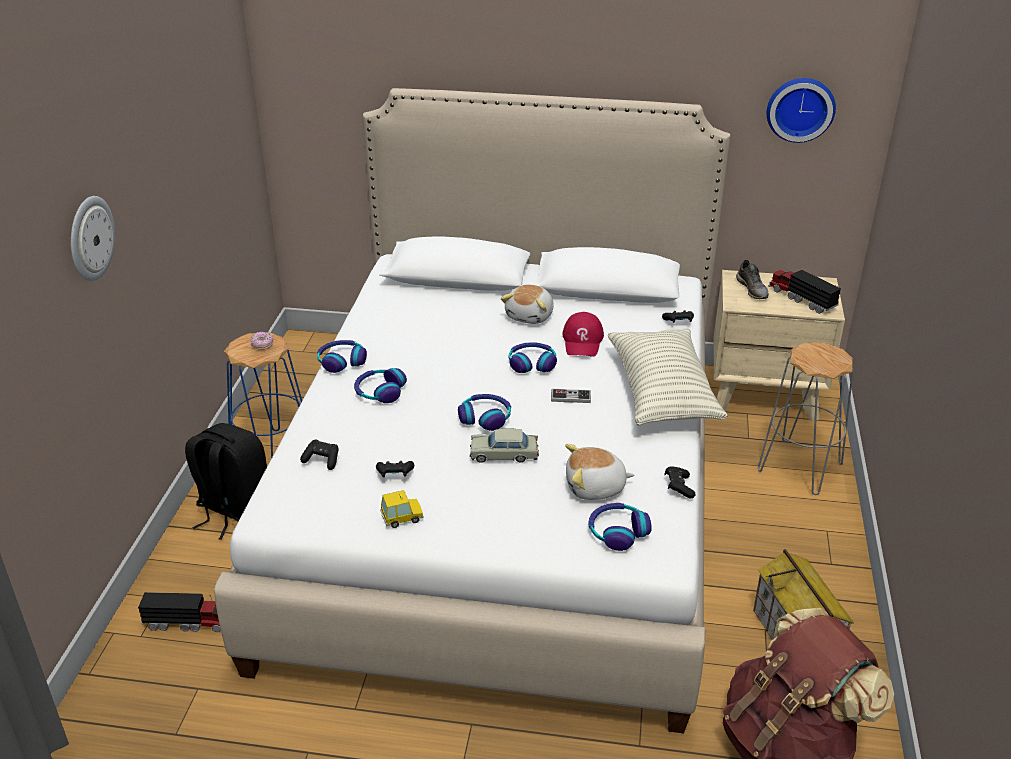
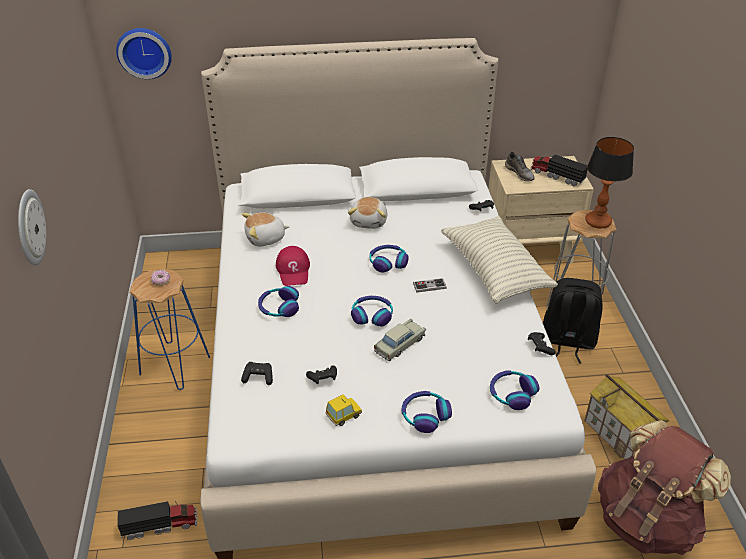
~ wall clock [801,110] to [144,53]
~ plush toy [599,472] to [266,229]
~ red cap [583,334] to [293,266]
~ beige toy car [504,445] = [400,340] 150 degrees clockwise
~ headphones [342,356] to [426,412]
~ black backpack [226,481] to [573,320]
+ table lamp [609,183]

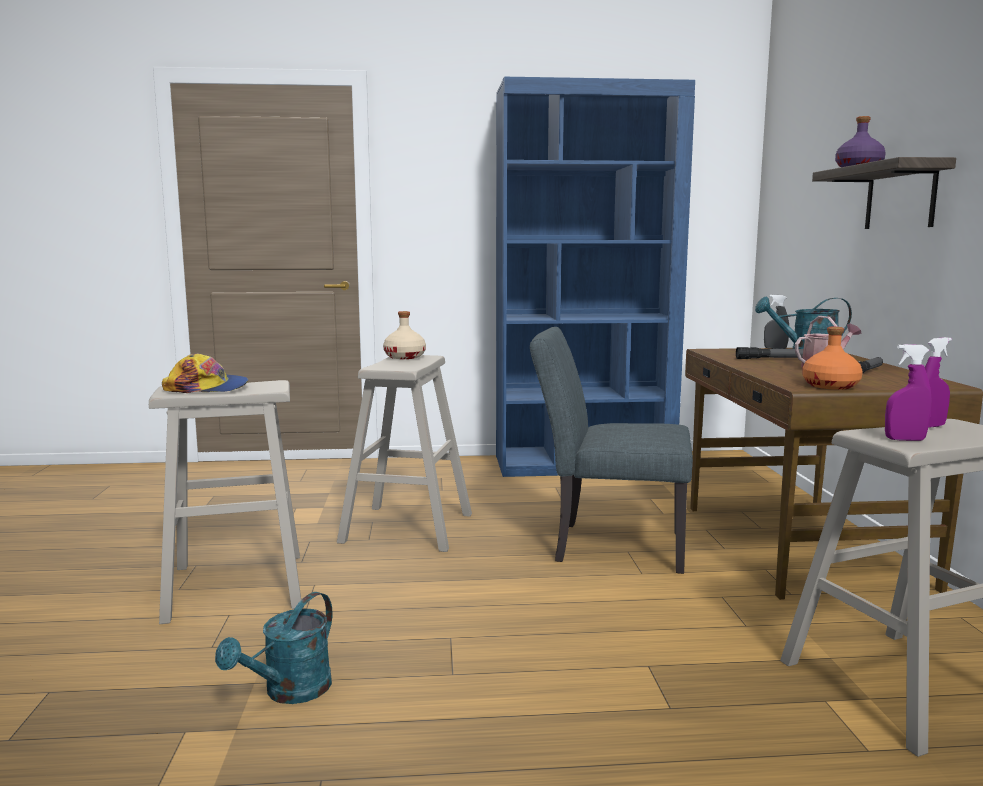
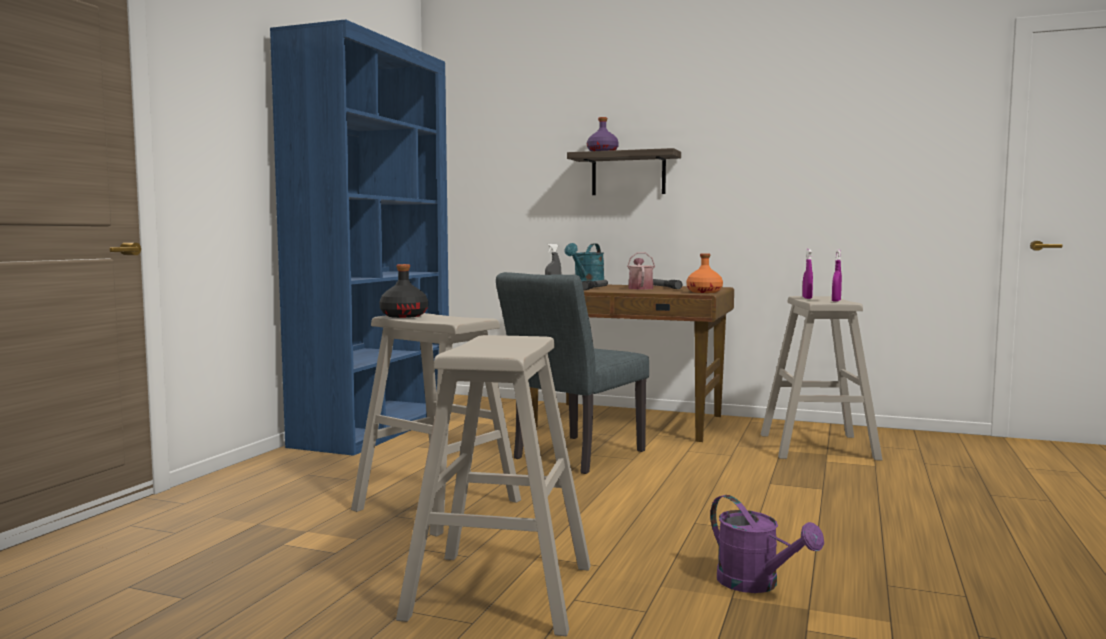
~ beige bottle [404,335] to black bottle [404,291]
~ turquoise watering can [273,648] to purple watering can [767,544]
- cap [205,373]

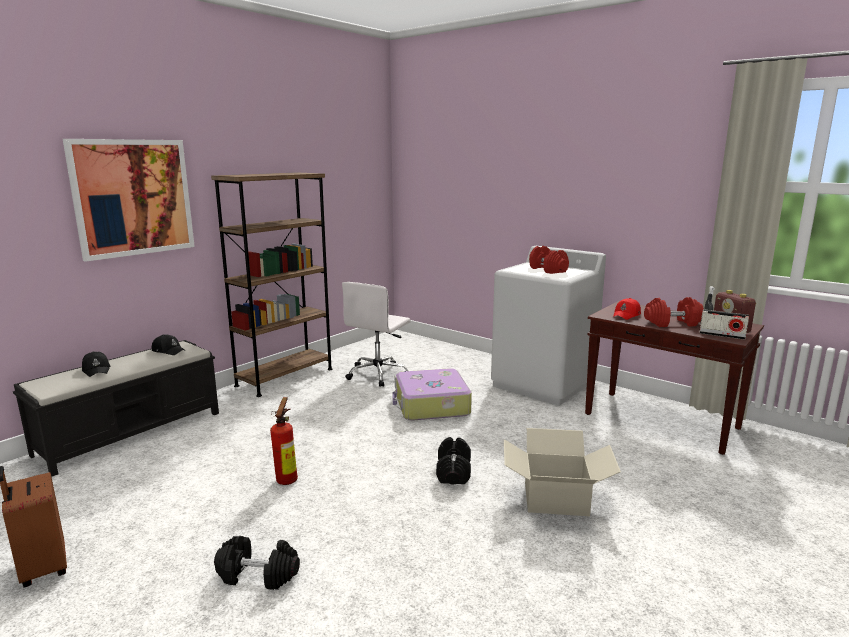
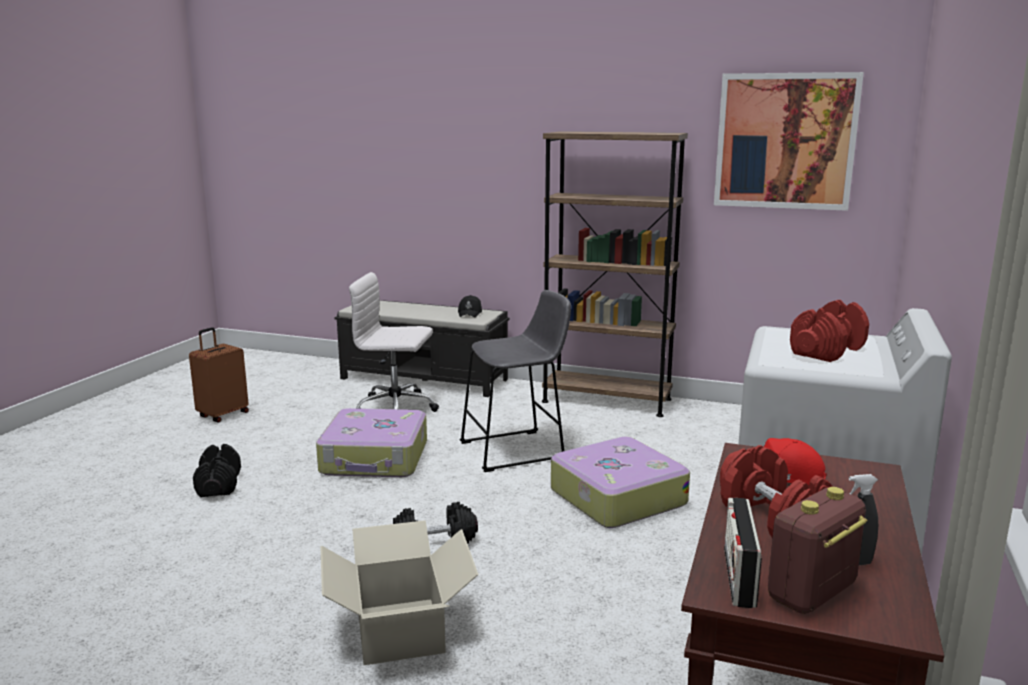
~ fire extinguisher [284,441] to suitcase [371,442]
~ white office chair [376,334] to [394,342]
+ grey stool [515,381]
~ picture [129,200] to [789,141]
- black cap [96,364]

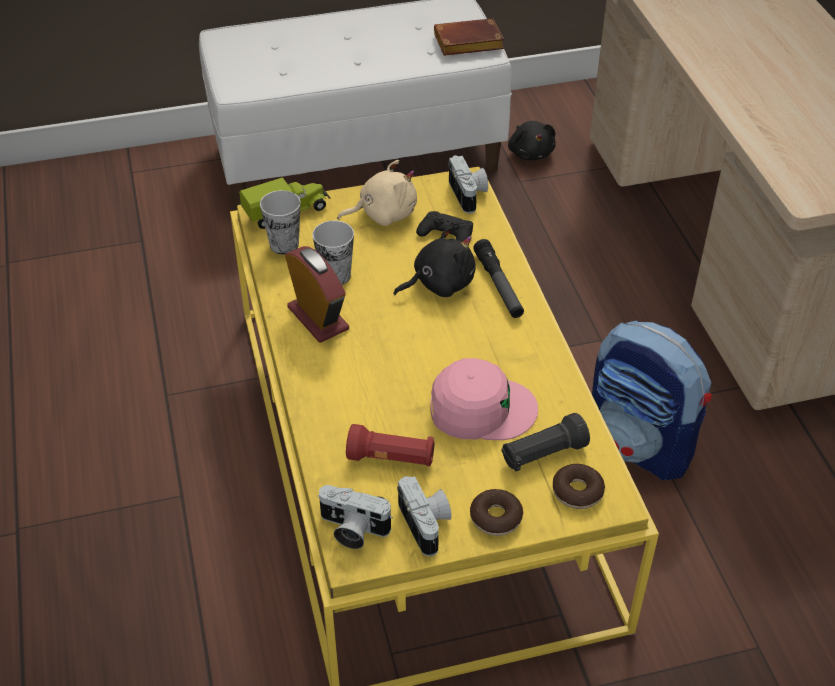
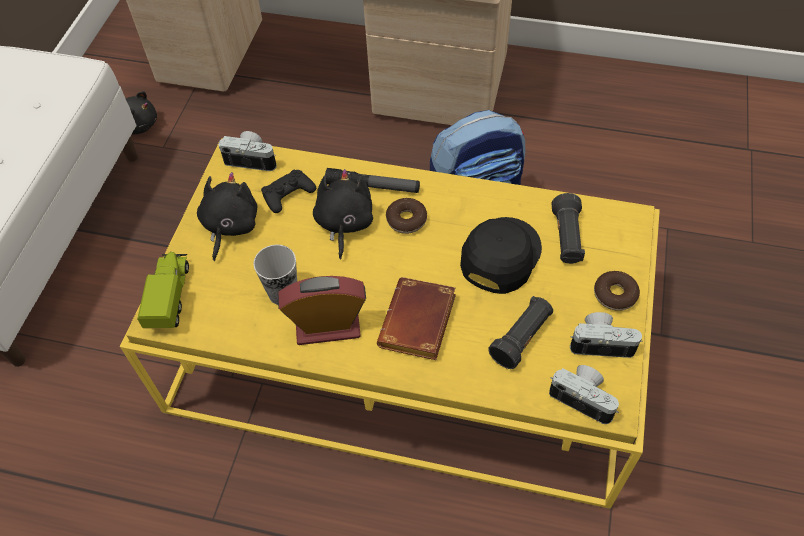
~ beige plush toy [377,193] to black plush toy [227,216]
~ brown book [469,37] to [416,318]
~ donut [579,486] to [406,216]
~ pink cap [484,399] to black cap [501,255]
~ red flashlight [390,445] to black flashlight [520,332]
~ photo camera [355,517] = [584,394] 105 degrees counterclockwise
- cup [280,222]

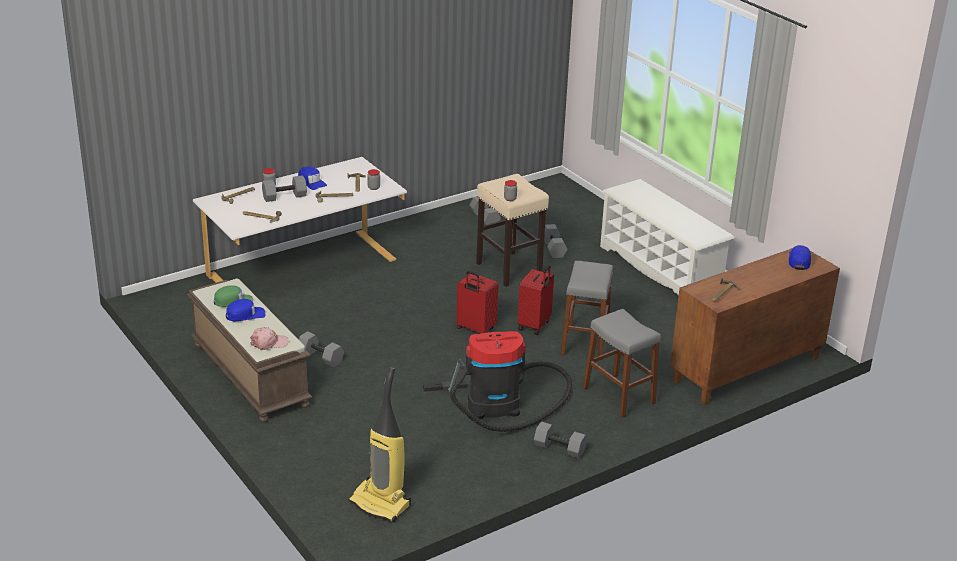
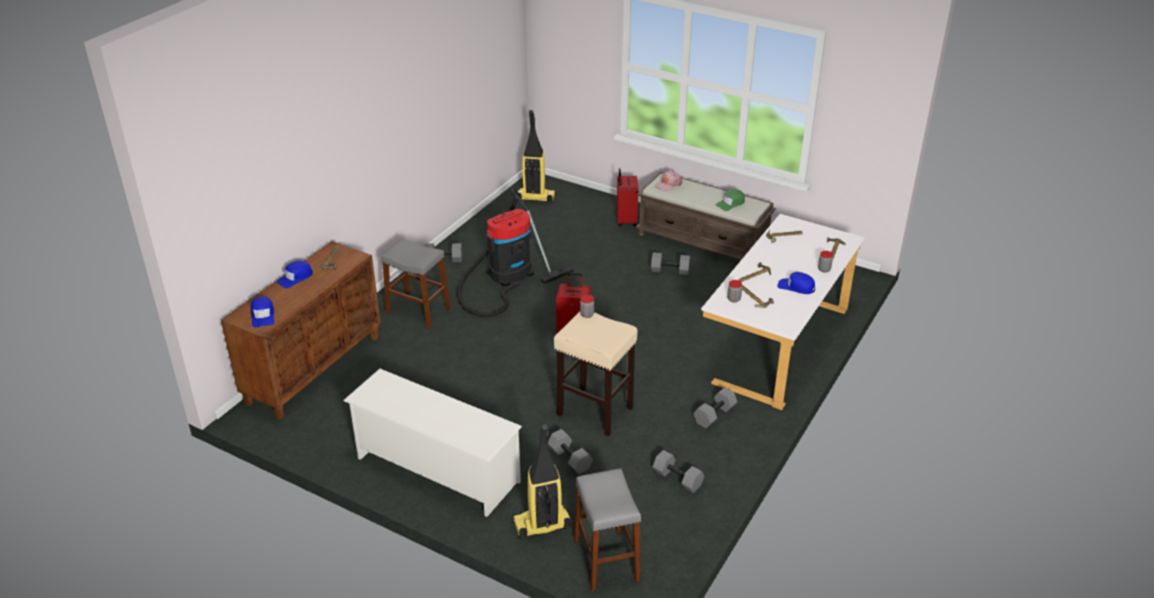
~ blue cap [245,310] to [294,274]
+ vacuum cleaner [541,482]
~ grey stool [587,310] to [607,530]
~ red suitcase [536,300] to [627,197]
~ grey dumbbell [284,188] to [715,407]

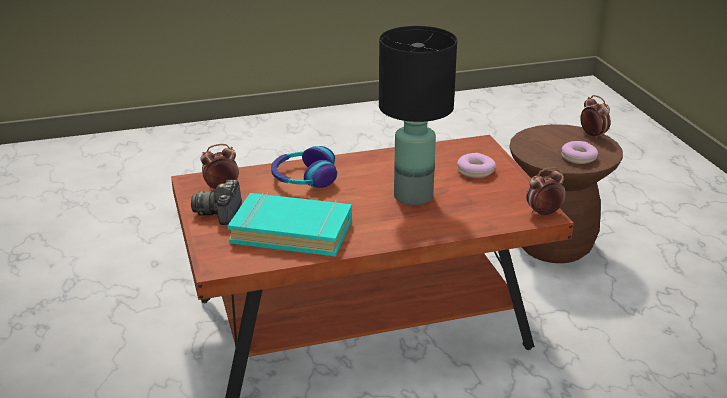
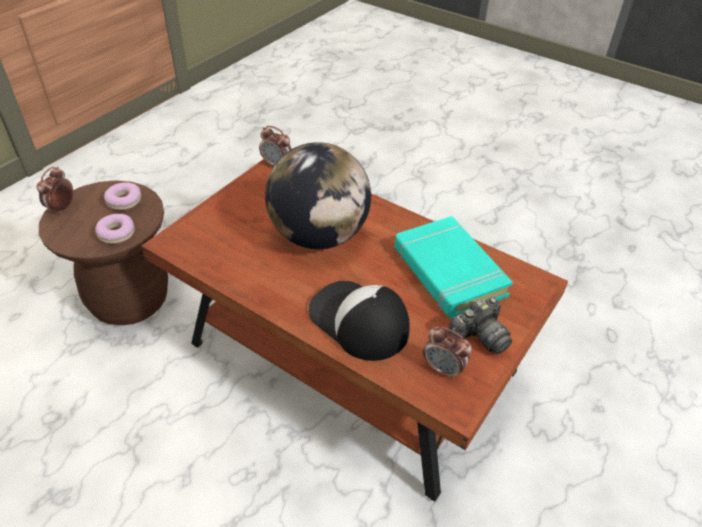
~ donut [476,165] to [115,229]
~ black table lamp [418,115] to globe [318,195]
~ headphones [304,167] to cap [359,321]

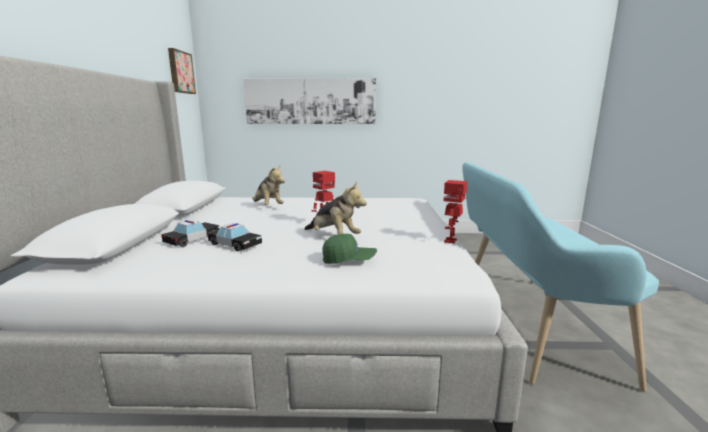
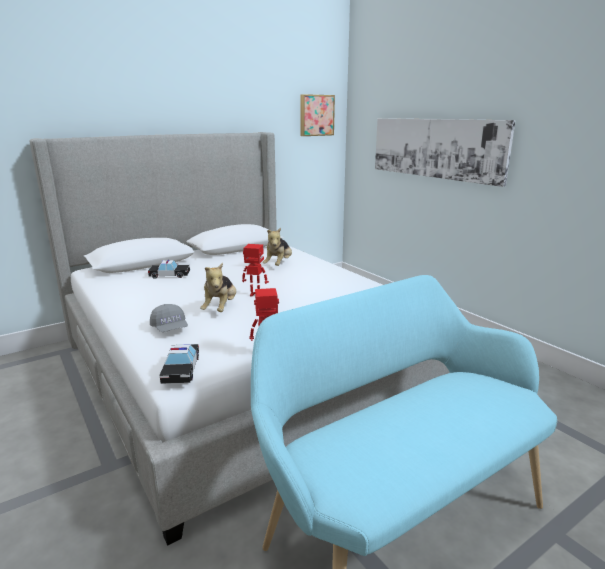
~ green cap [349,249] to grey cap [169,318]
~ toy car [235,237] to [179,364]

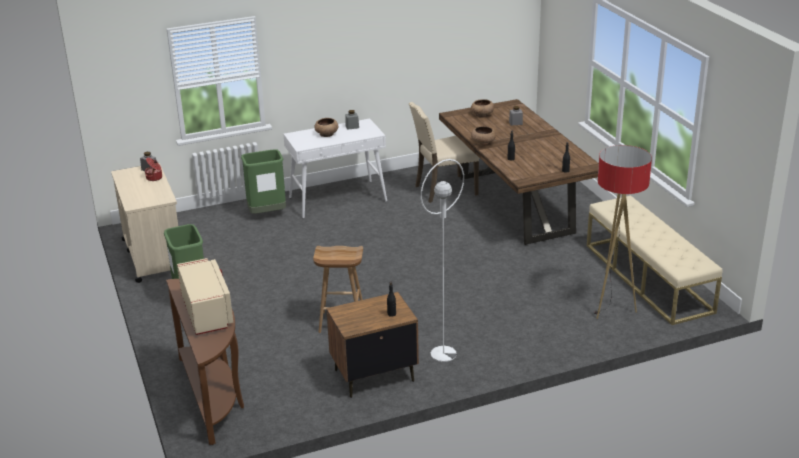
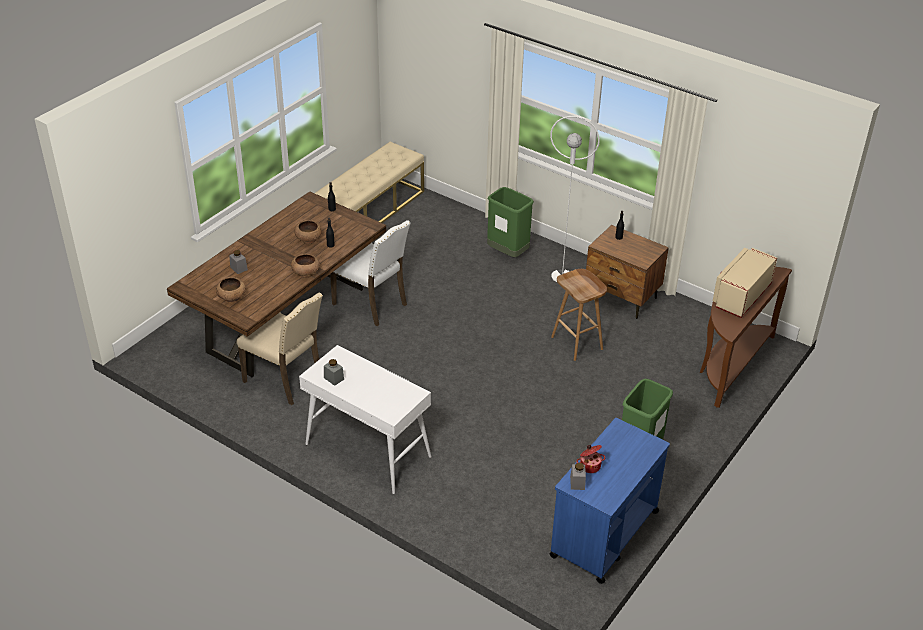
~ brown bowl [326,127] to [308,232]
+ white chair [370,273]
~ green trash can [263,181] to [510,222]
~ beige cart [144,223] to blue cart [610,501]
- floor lamp [623,232]

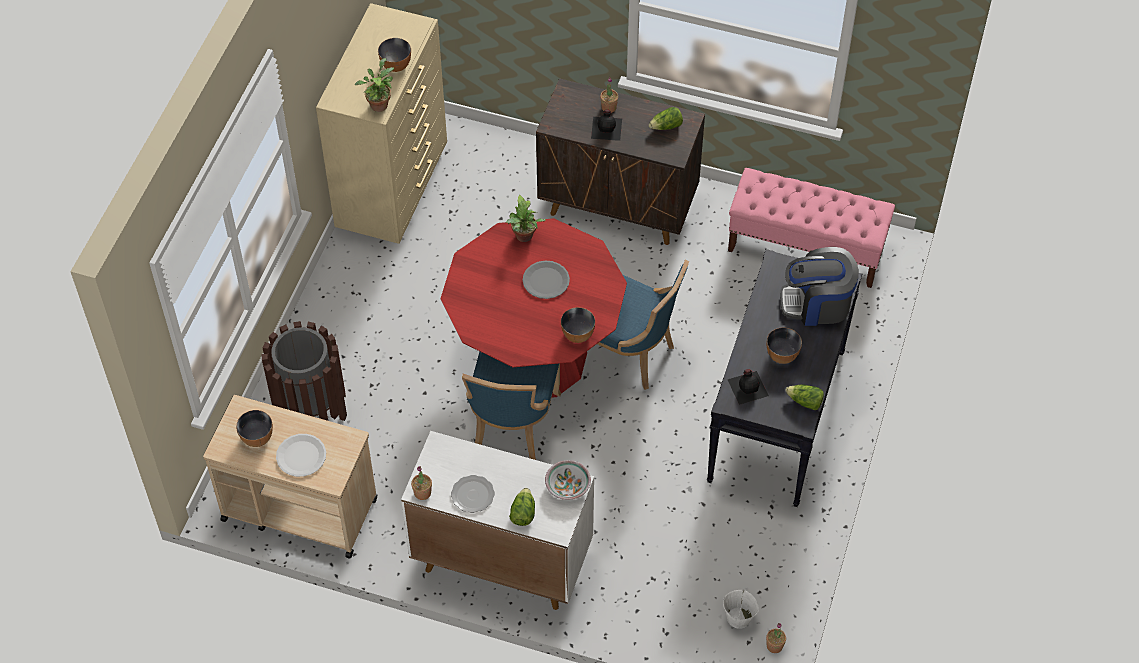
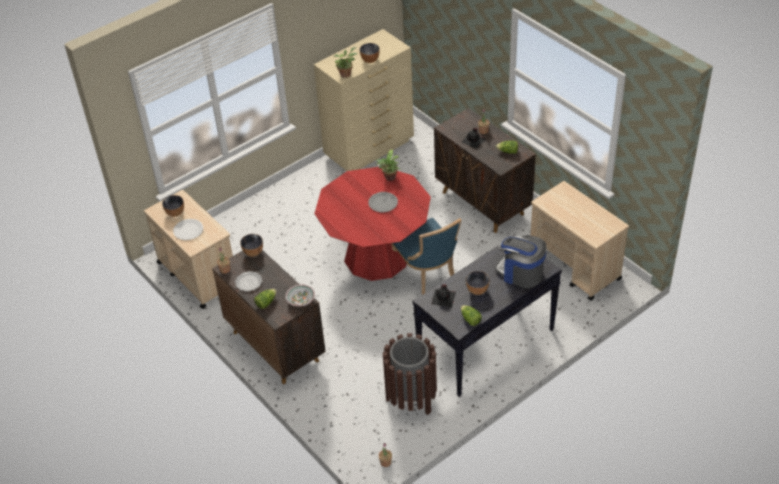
~ white cabinet [497,520] to brown cabinet [269,317]
~ bowl [578,325] to [251,245]
~ brown trash can [304,371] to [410,374]
~ pink bench [811,228] to beige cart [579,241]
- blue chair [511,406]
- white bucket [741,609]

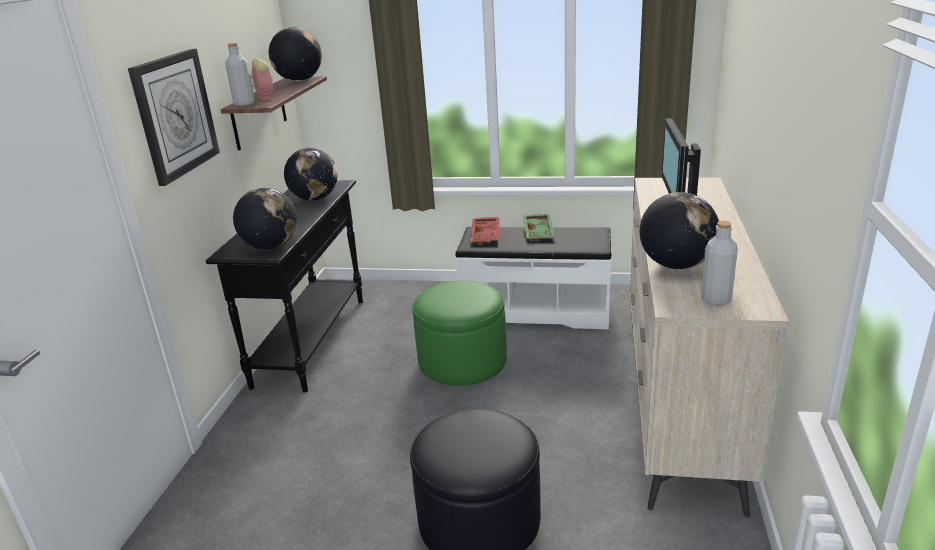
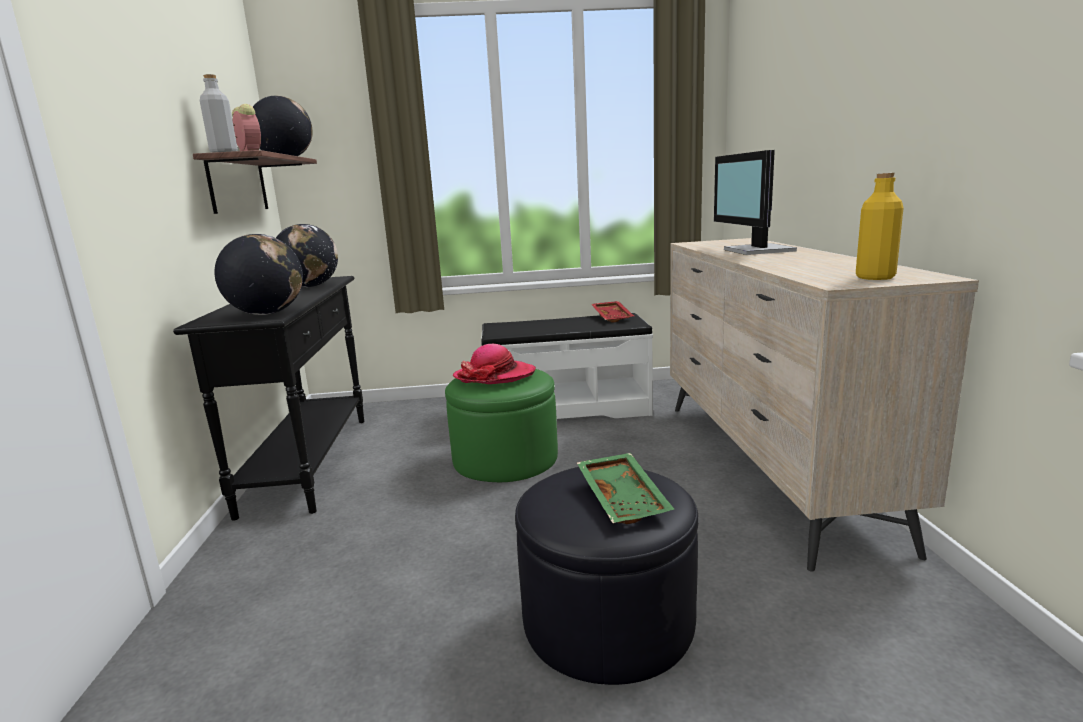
+ hat [494,364]
~ green tray [539,227] to [626,488]
~ red tray [485,230] to [612,312]
~ grey bottle [719,263] to yellow bottle [880,226]
- wall clock [174,117]
- globe [679,230]

